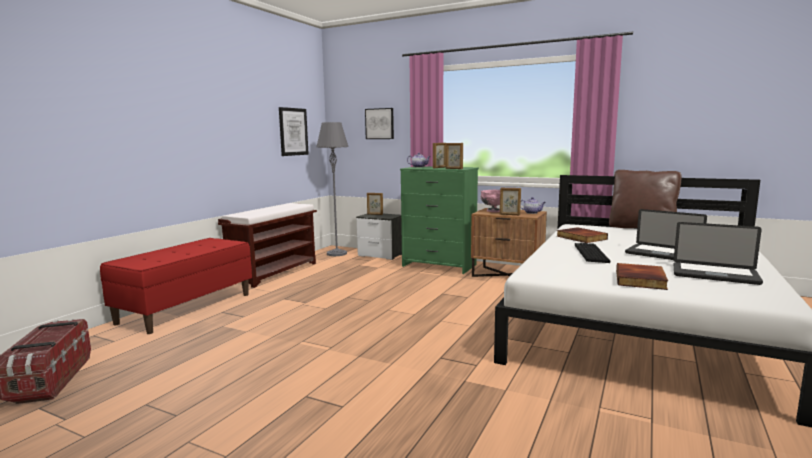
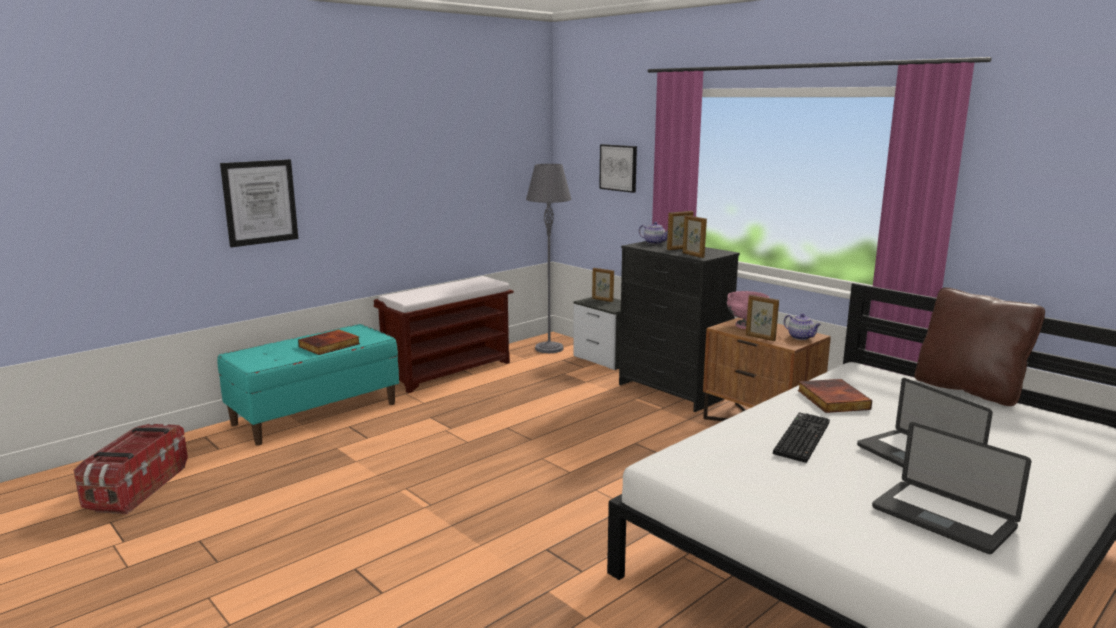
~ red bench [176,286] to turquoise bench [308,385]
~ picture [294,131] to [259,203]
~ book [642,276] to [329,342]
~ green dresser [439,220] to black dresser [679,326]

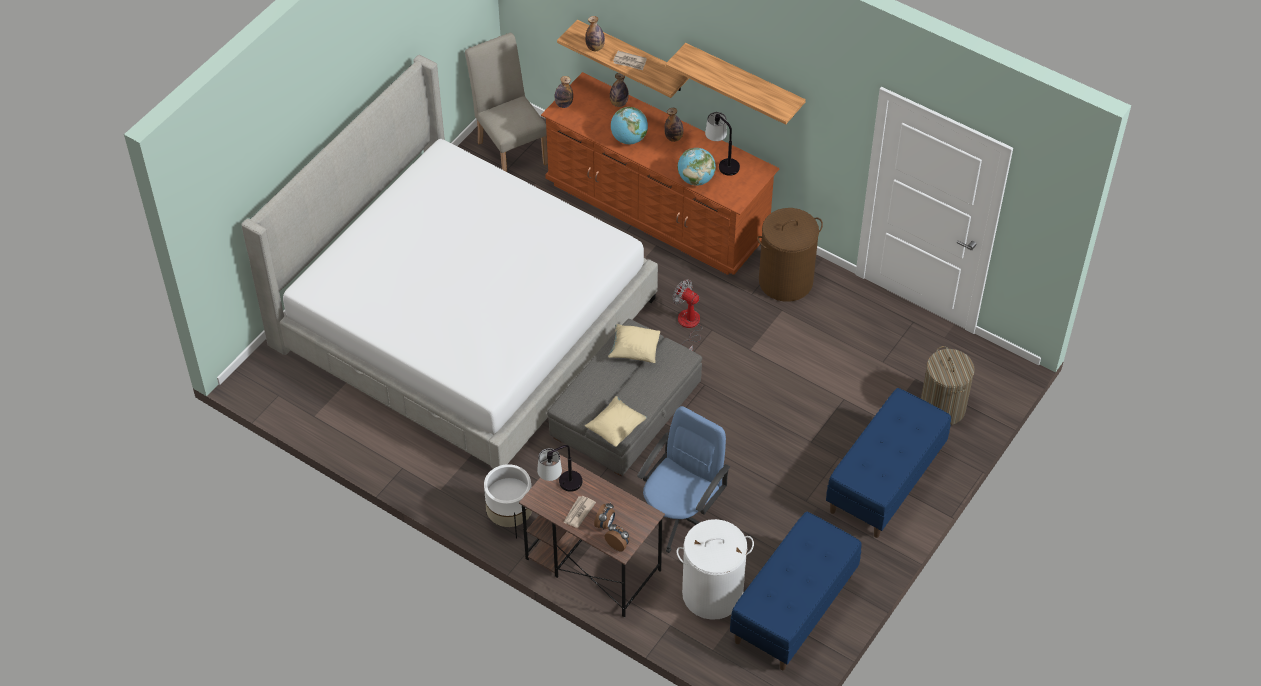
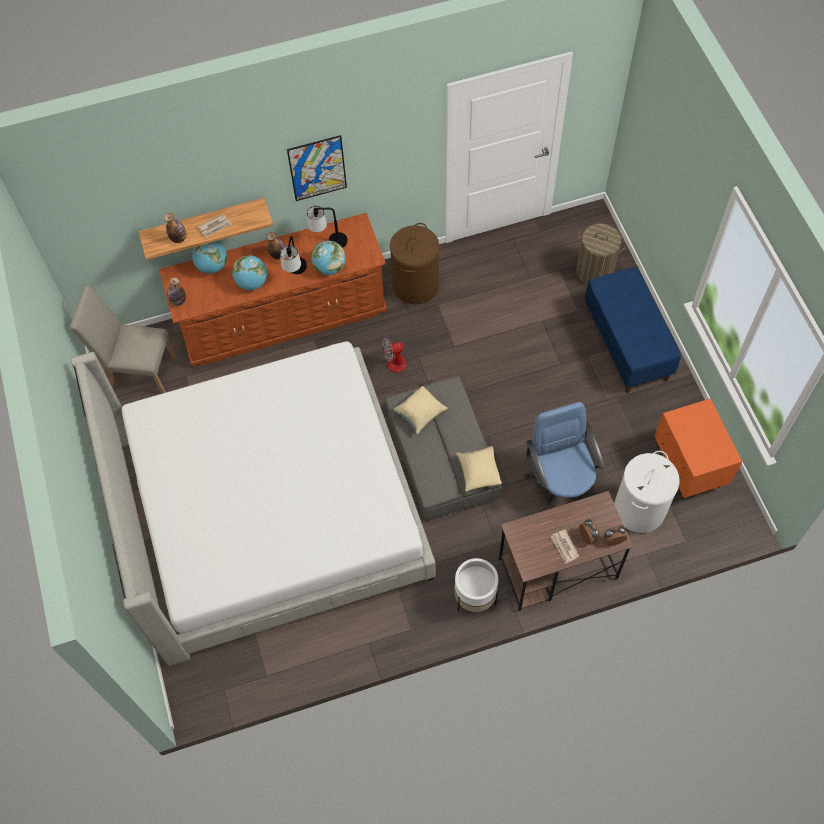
~ bottle [619,90] to globe [209,257]
~ table lamp [560,468] to [293,255]
~ shelf [735,84] to picture [317,168]
~ blue bench [796,591] to orange nightstand [699,449]

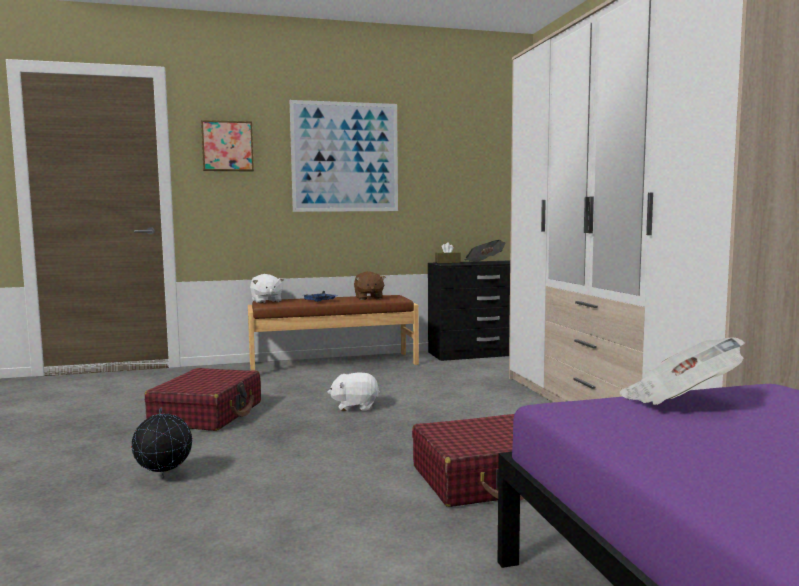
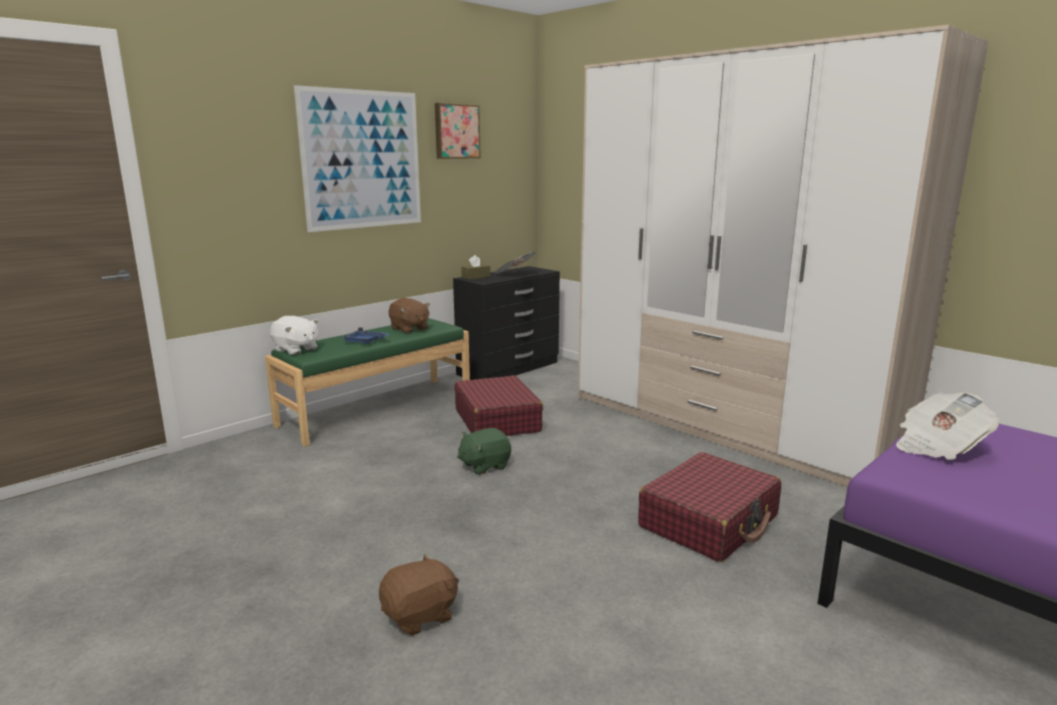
~ brown bench [333,333] to green bench [367,382]
~ globe [161,443] to brown plush toy [419,595]
~ picture [227,146] to [458,131]
~ red suitcase [203,399] to [498,405]
~ white plush toy [354,392] to green plush toy [484,451]

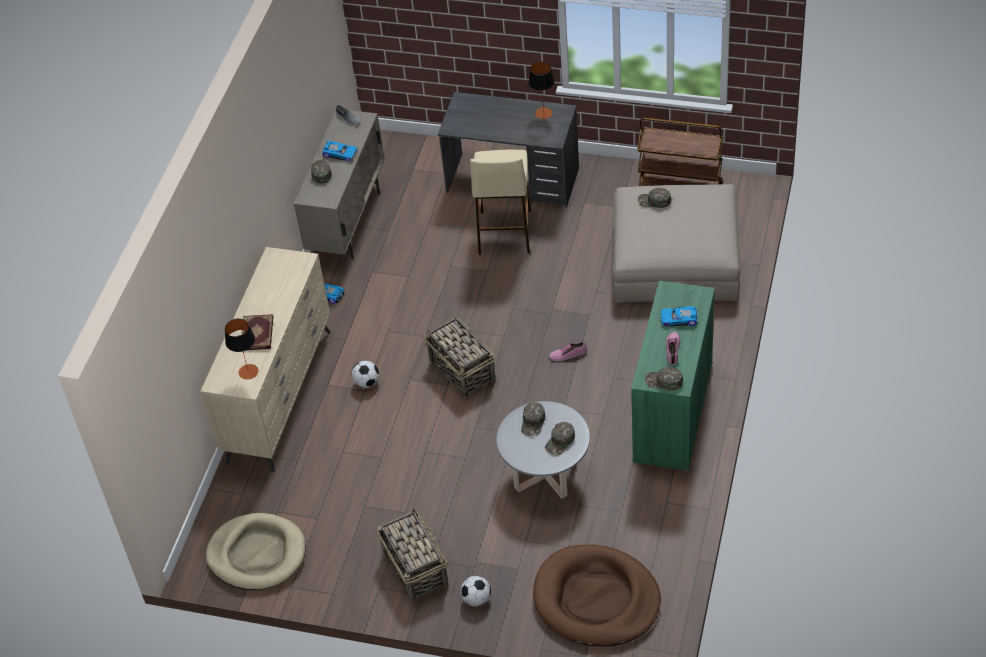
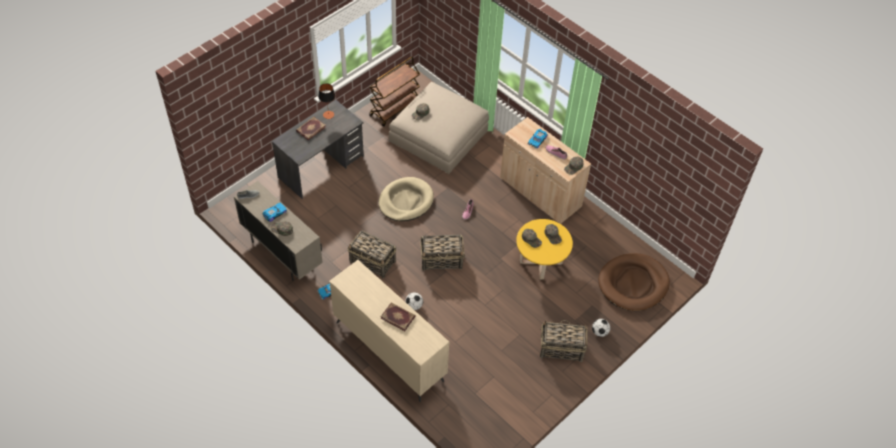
+ book [311,128]
+ basket [371,254]
~ beige dog bed [256,551] to [406,199]
~ green cabinet [673,376] to beige cabinet [545,170]
~ grey coffee table [543,450] to yellow coffee table [544,249]
- table lamp [241,349]
- beige stool [500,202]

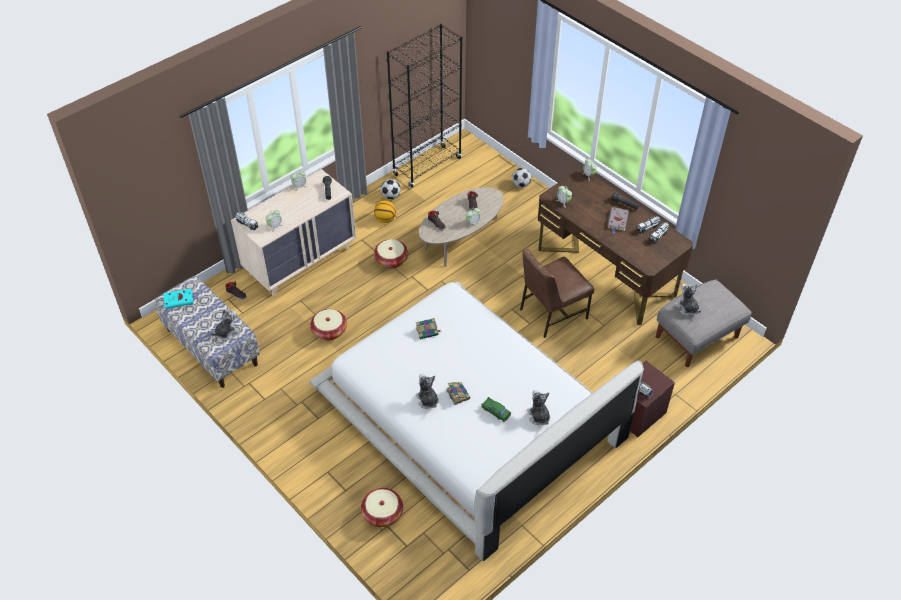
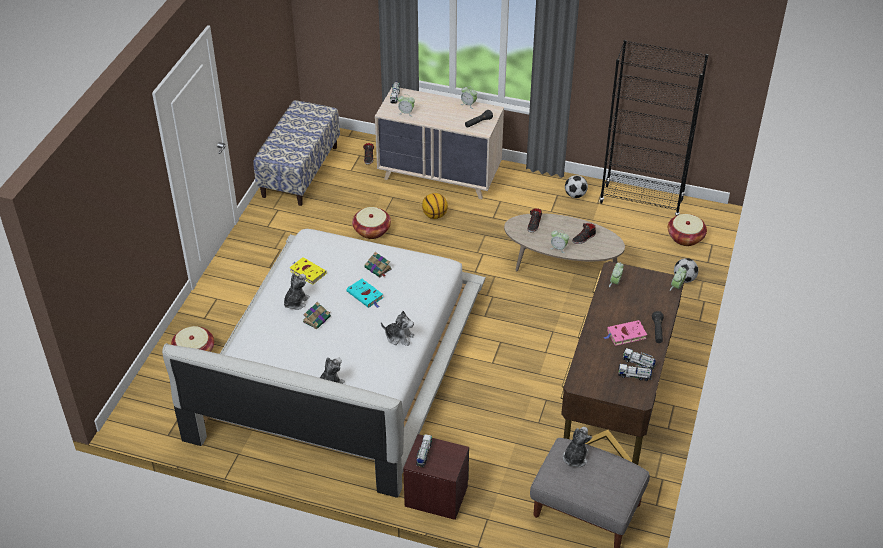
+ yellow book [308,271]
~ turquoise book [181,298] to [364,293]
~ plush toy [225,324] to [397,328]
~ basketball [385,211] to [435,206]
~ grey book [618,220] to pink book [625,333]
~ basket [391,254] to [687,230]
- green toy car [496,409]
- brown chair [557,293]

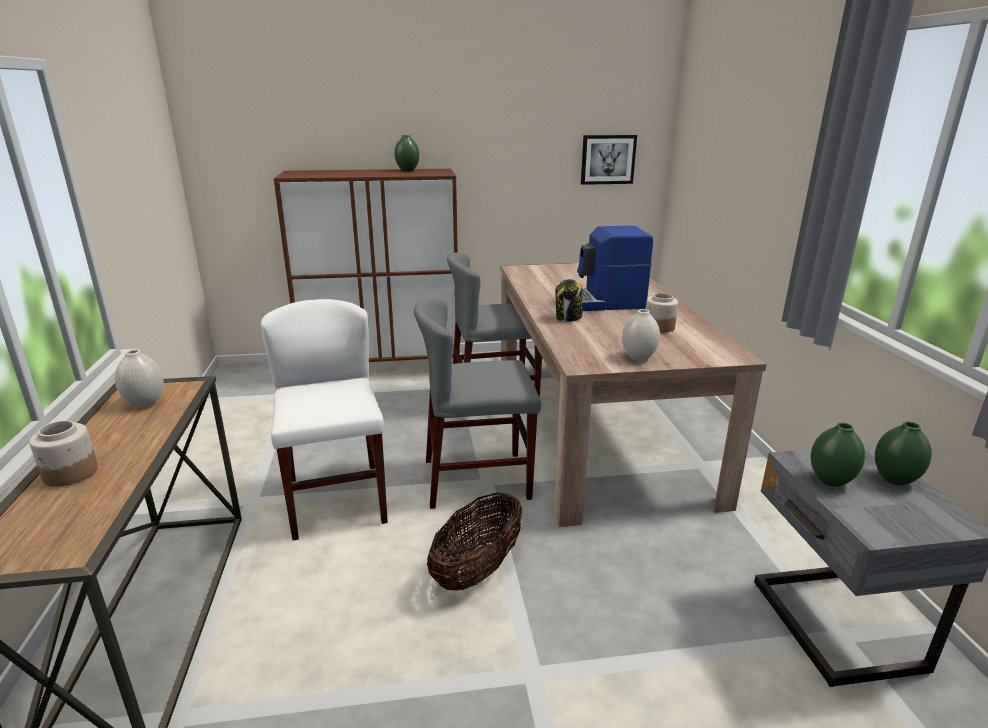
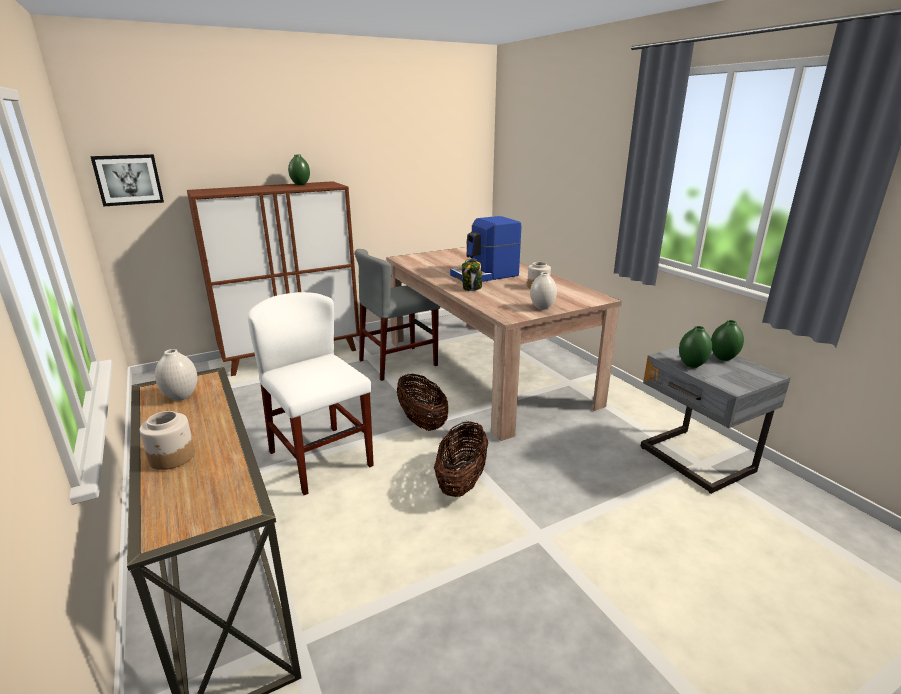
~ picture [609,160] to [127,180]
~ grey chair [477,403] to basket [422,402]

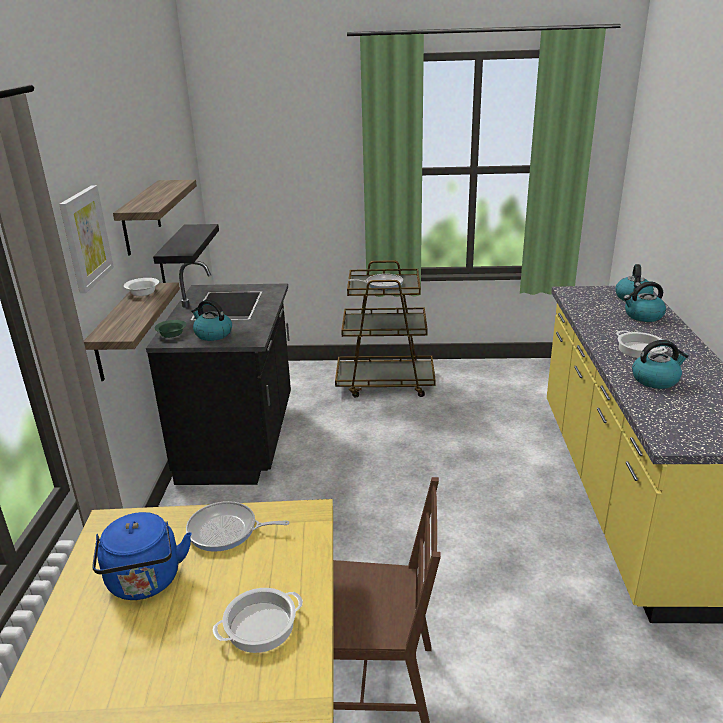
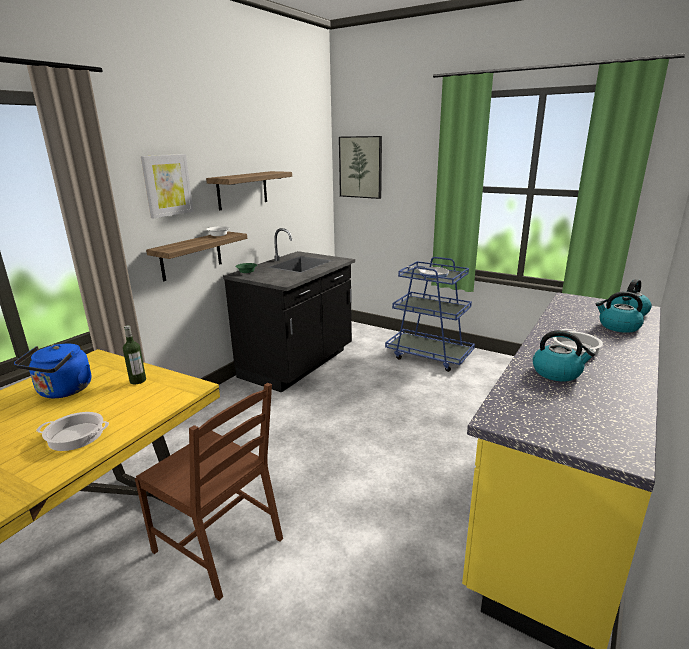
~ frying pan [237,526] to bottle [134,354]
+ picture [360,167]
~ brown cart [385,329] to blue cart [430,314]
- black shelf [186,253]
- kettle [211,320]

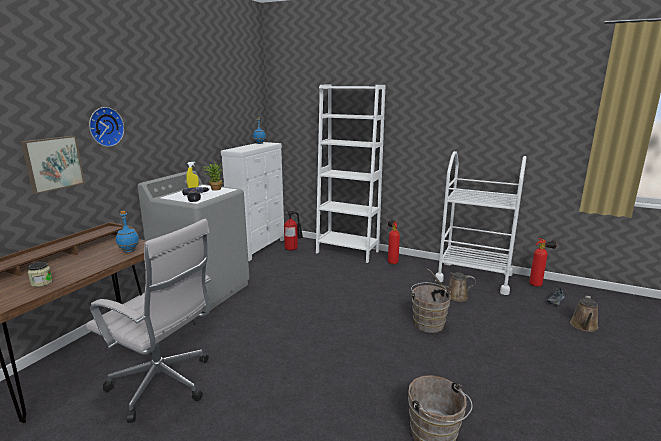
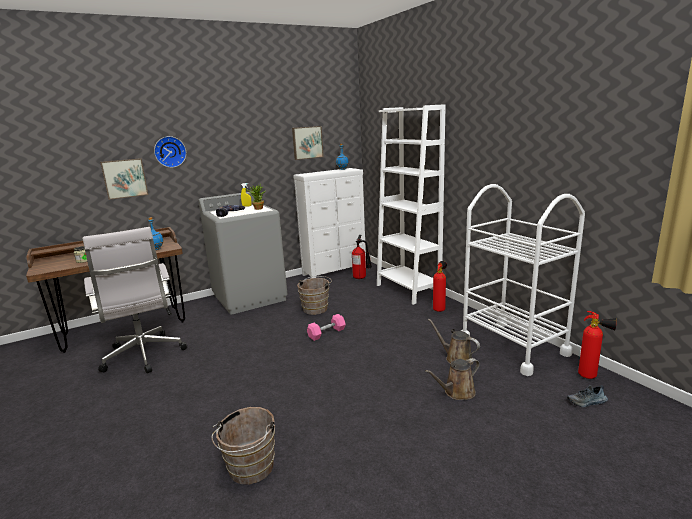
+ picture [308,143]
~ brown bucket [431,307] to [314,295]
+ pink dumbbell [326,327]
~ brown watering can [584,313] to [452,379]

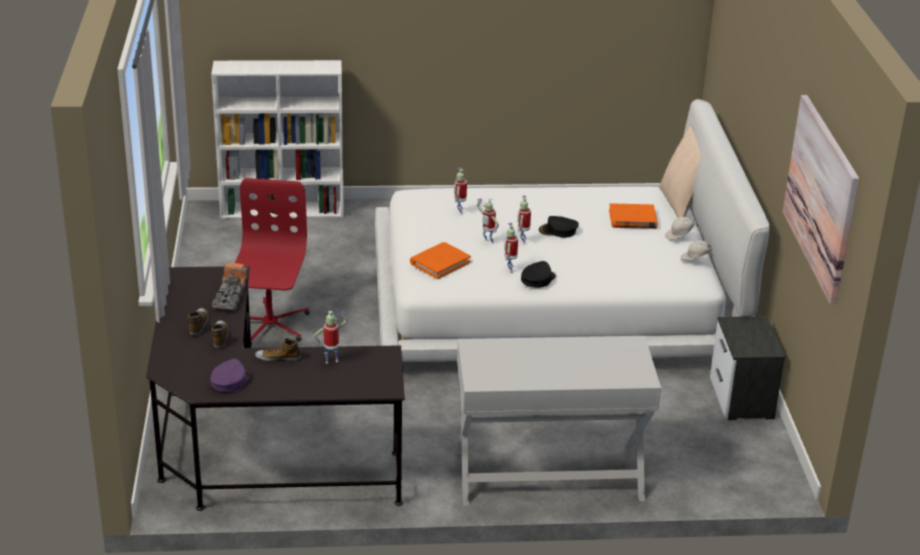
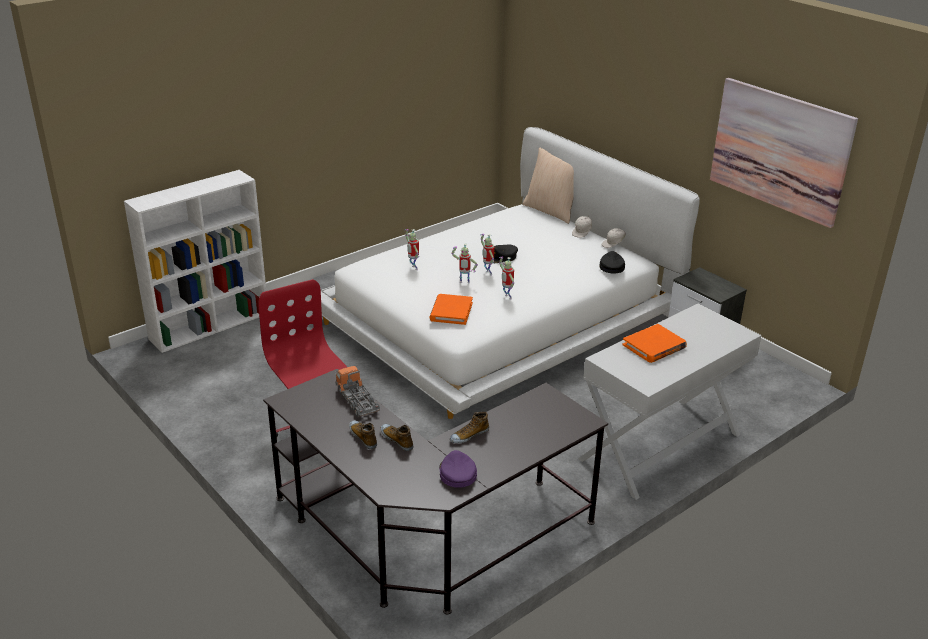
~ black cap [538,274] to [612,262]
~ orange book [633,216] to [654,343]
- toy robot [331,337]

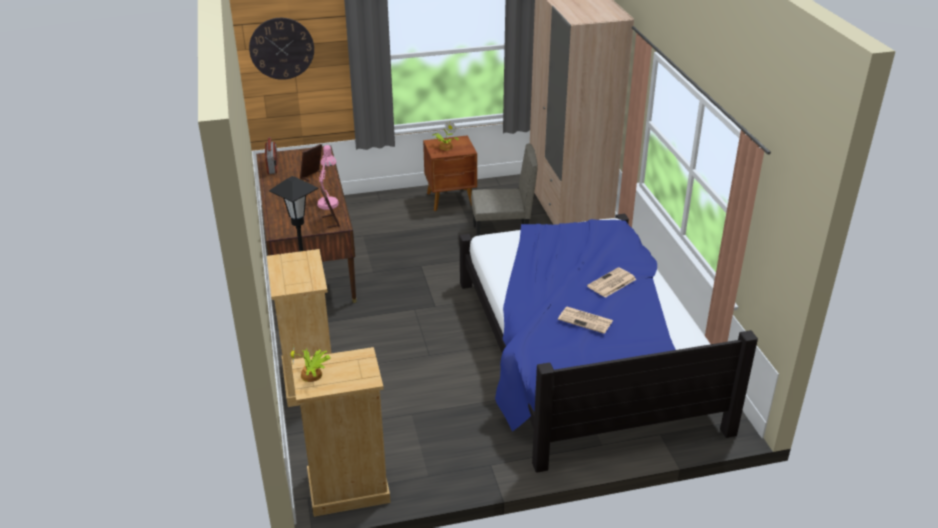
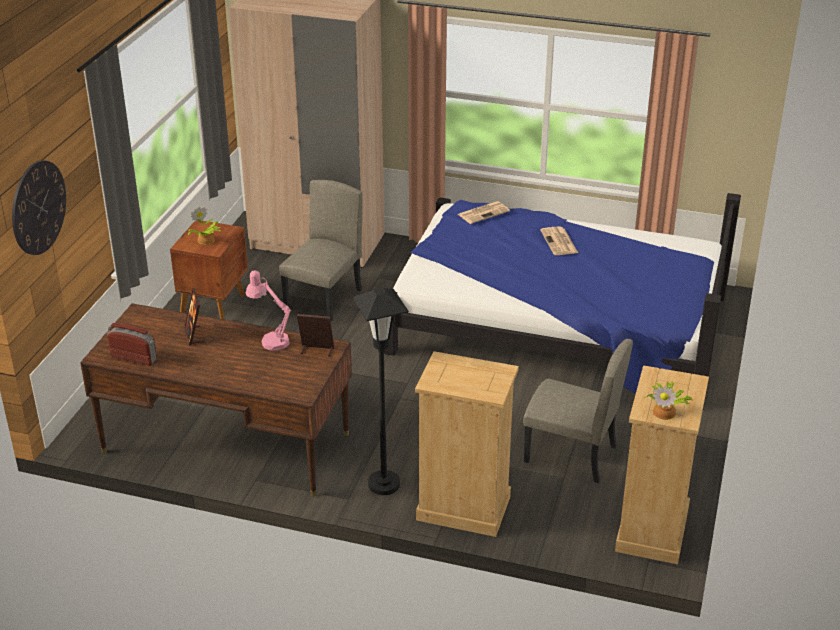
~ newspaper [585,320] to [484,212]
+ beige chair [578,411]

